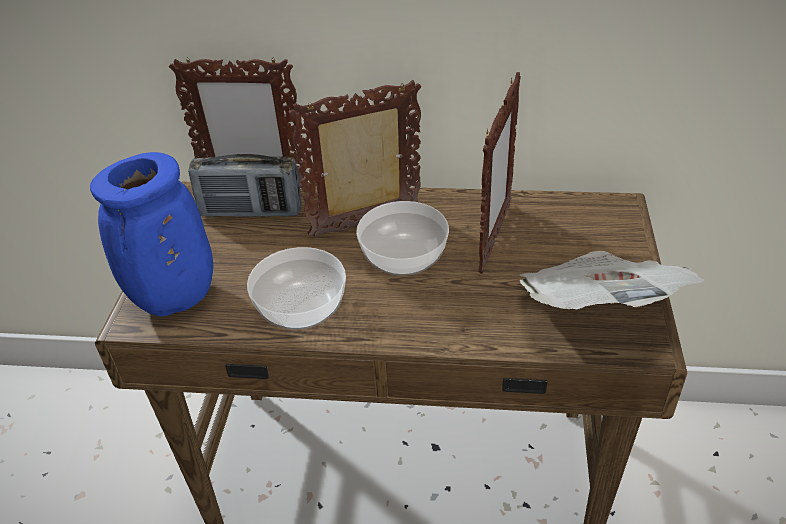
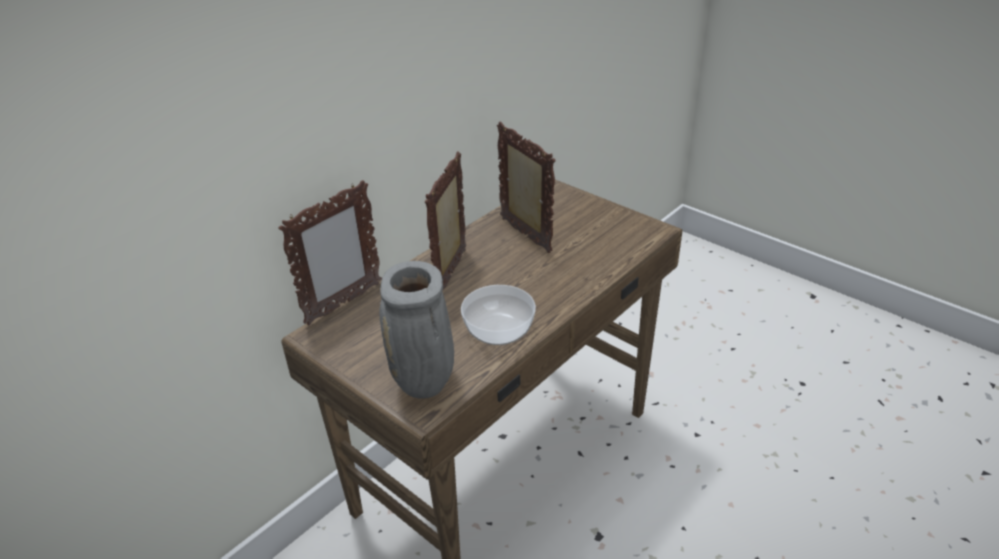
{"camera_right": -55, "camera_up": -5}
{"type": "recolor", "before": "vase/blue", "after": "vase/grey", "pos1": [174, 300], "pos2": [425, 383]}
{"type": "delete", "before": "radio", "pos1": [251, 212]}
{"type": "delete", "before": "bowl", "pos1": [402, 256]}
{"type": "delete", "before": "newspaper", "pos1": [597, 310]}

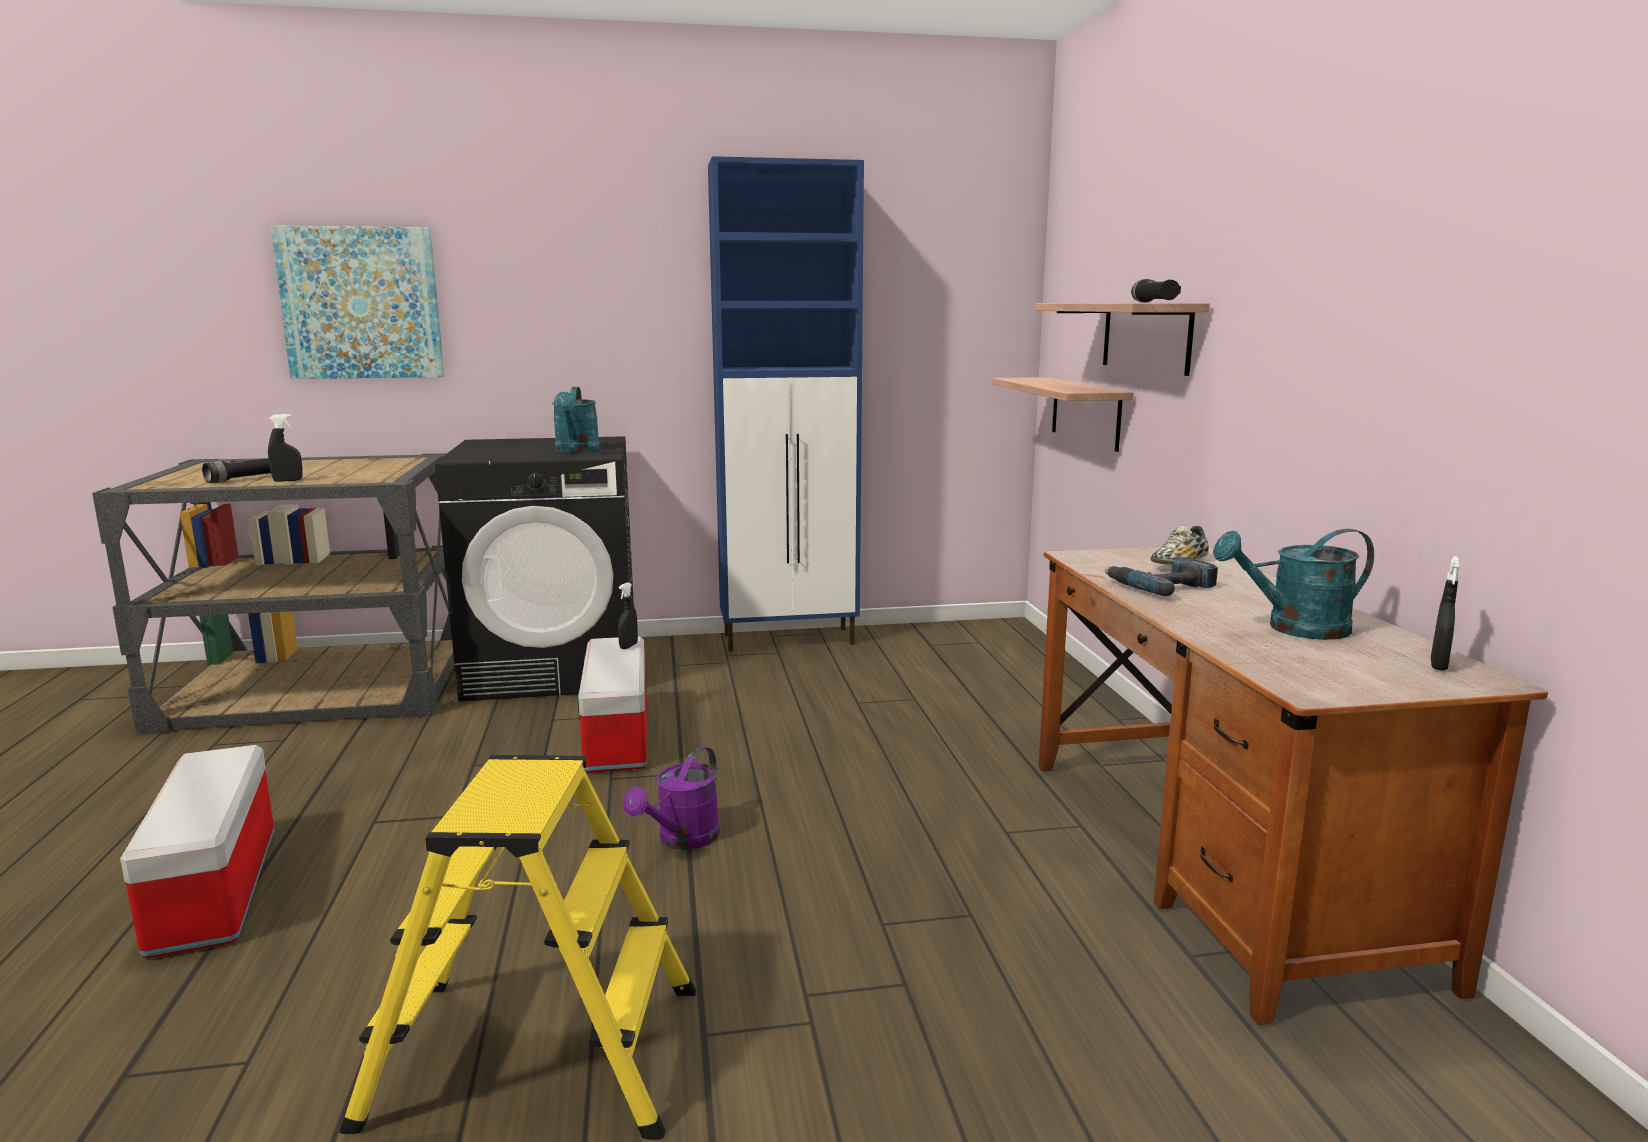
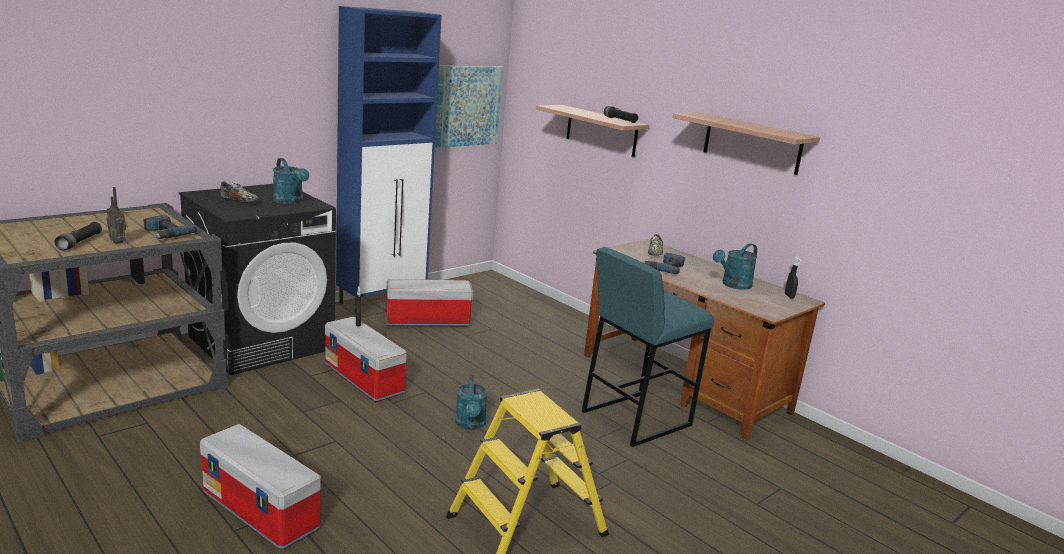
{"camera_right": -35, "camera_up": 5}
{"type": "replace", "before": "spray bottle/black", "after": "radio", "pos1": [287, 480], "pos2": [119, 242]}
{"type": "move", "before": "picture", "pos1": [361, 303], "pos2": [467, 105]}
{"type": "recolor", "before": "watering can/purple", "after": "watering can/turquoise", "pos1": [682, 840], "pos2": [470, 425]}
{"type": "move", "before": "shelf", "pos1": [1085, 412], "pos2": [752, 143]}
{"type": "insert", "after": "power drill", "pos2": [164, 233]}
{"type": "insert", "after": "shoe", "pos2": [239, 201]}
{"type": "insert", "after": "storage box", "pos2": [426, 321]}
{"type": "insert", "after": "stool/turquoise", "pos2": [634, 419]}

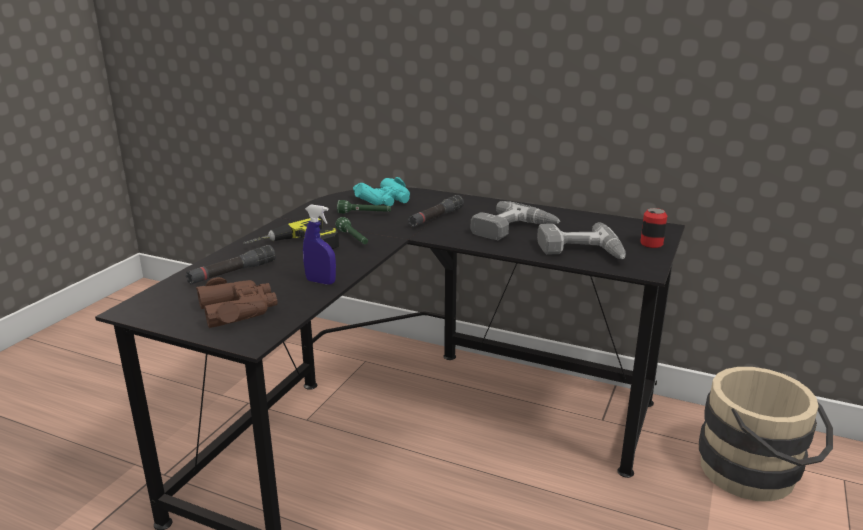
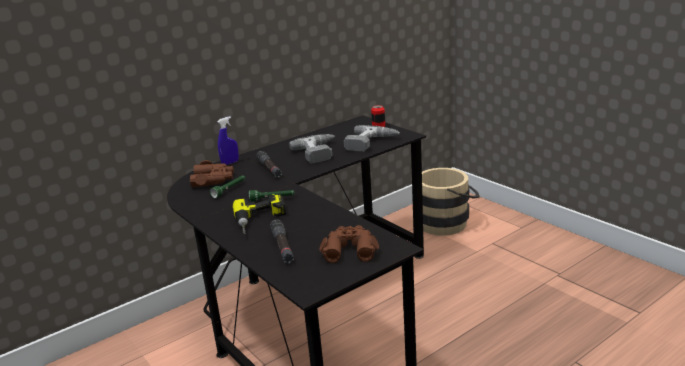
{"camera_right": -60, "camera_up": 0}
{"type": "move", "before": "spray bottle/blue", "pos1": [320, 282], "pos2": [230, 163]}
{"type": "recolor", "before": "binoculars/turquoise", "after": "binoculars/brown", "pos1": [385, 200], "pos2": [213, 179]}

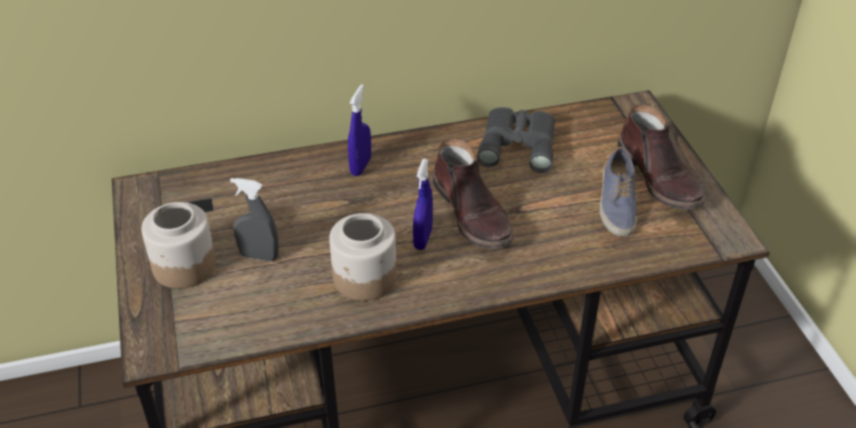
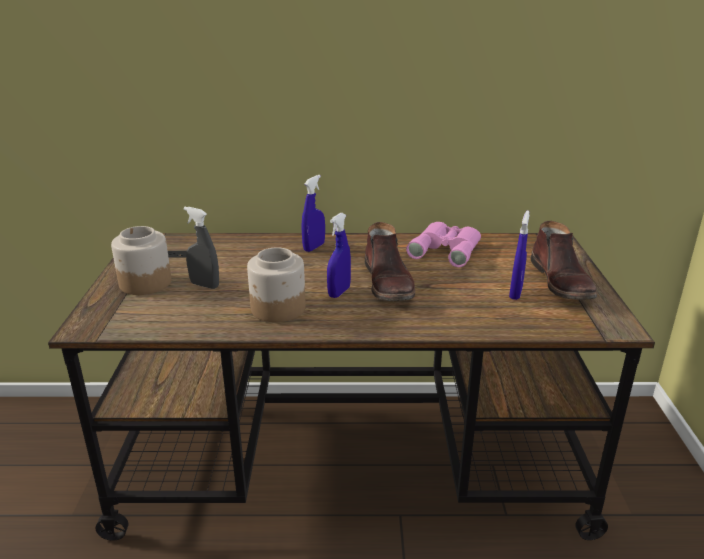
{"camera_right": 15, "camera_up": -15}
{"type": "recolor", "before": "binoculars/grey", "after": "binoculars/pink", "pos1": [518, 143], "pos2": [446, 249]}
{"type": "replace", "before": "shoe", "after": "spray bottle/blue", "pos1": [616, 204], "pos2": [515, 293]}

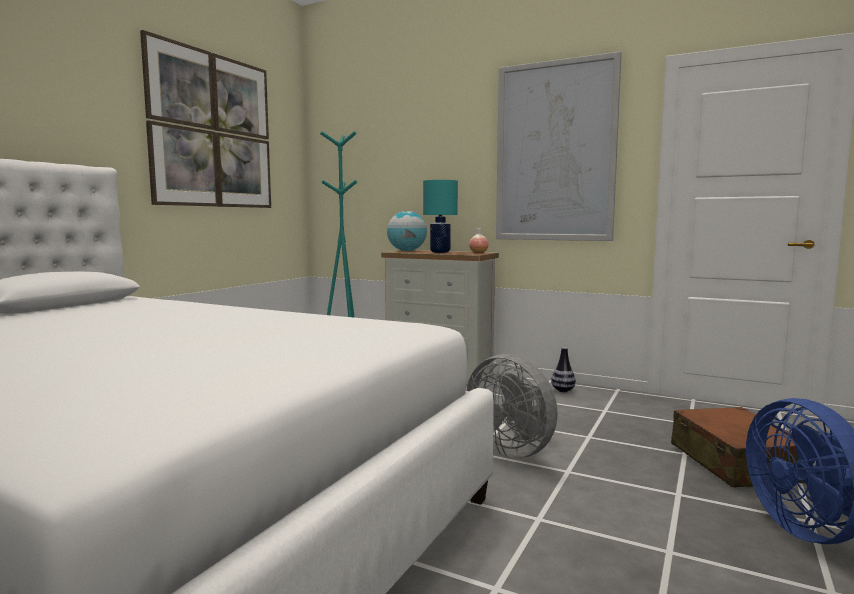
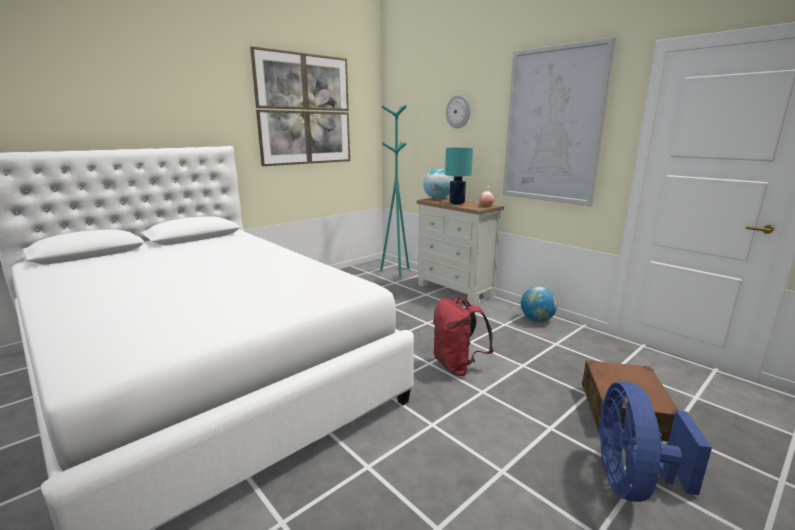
{"camera_right": 20, "camera_up": 10}
{"type": "replace", "before": "fan/grey", "after": "backpack/red", "pos1": [513, 450], "pos2": [457, 366]}
{"type": "replace", "before": "vase", "after": "globe", "pos1": [563, 390], "pos2": [537, 320]}
{"type": "insert", "after": "wall clock", "pos2": [458, 112]}

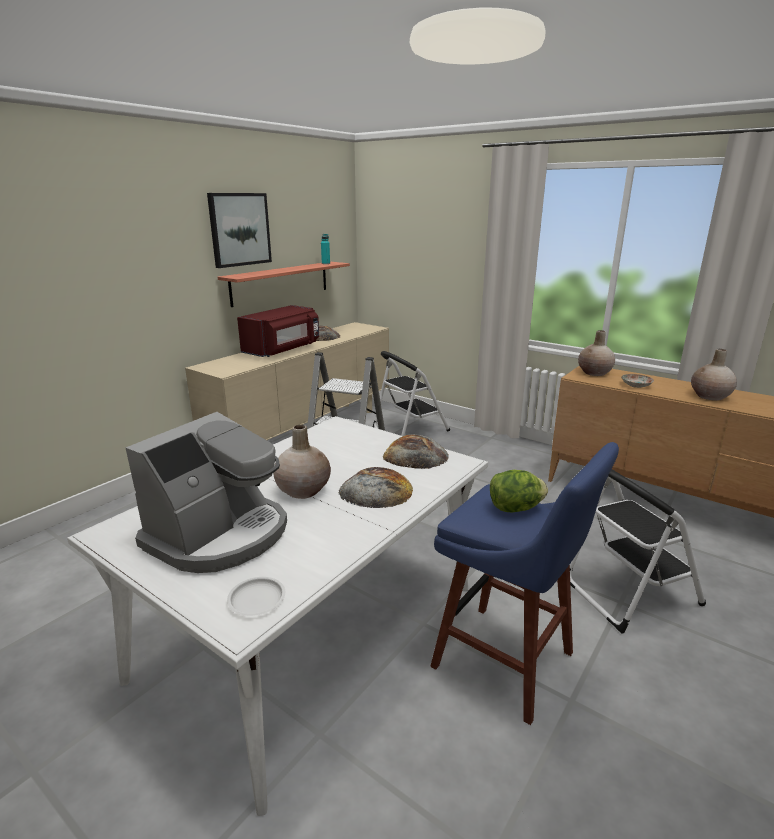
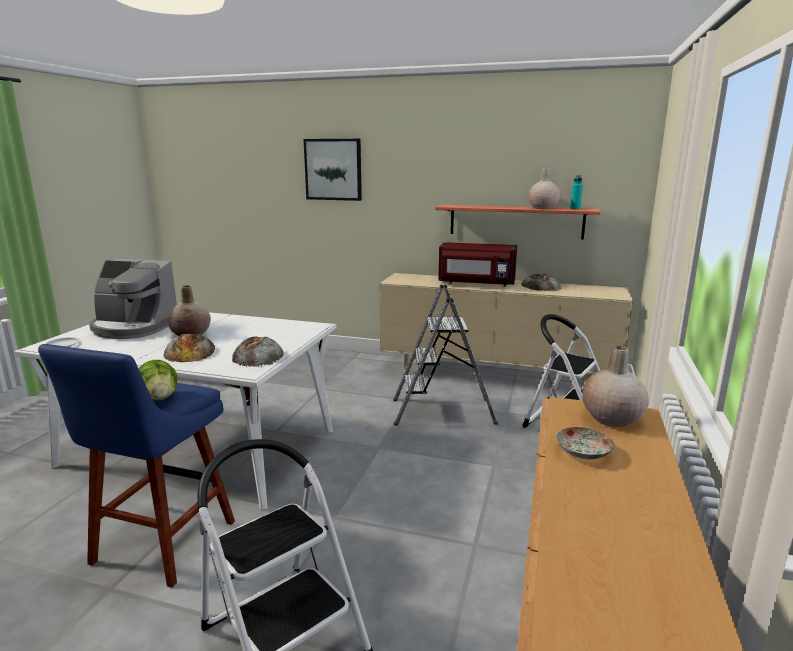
{"camera_right": 70, "camera_up": -5}
{"type": "move", "before": "picture", "pos1": [239, 229], "pos2": [333, 169]}
{"type": "move", "before": "vase/beige", "pos1": [710, 396], "pos2": [543, 208]}

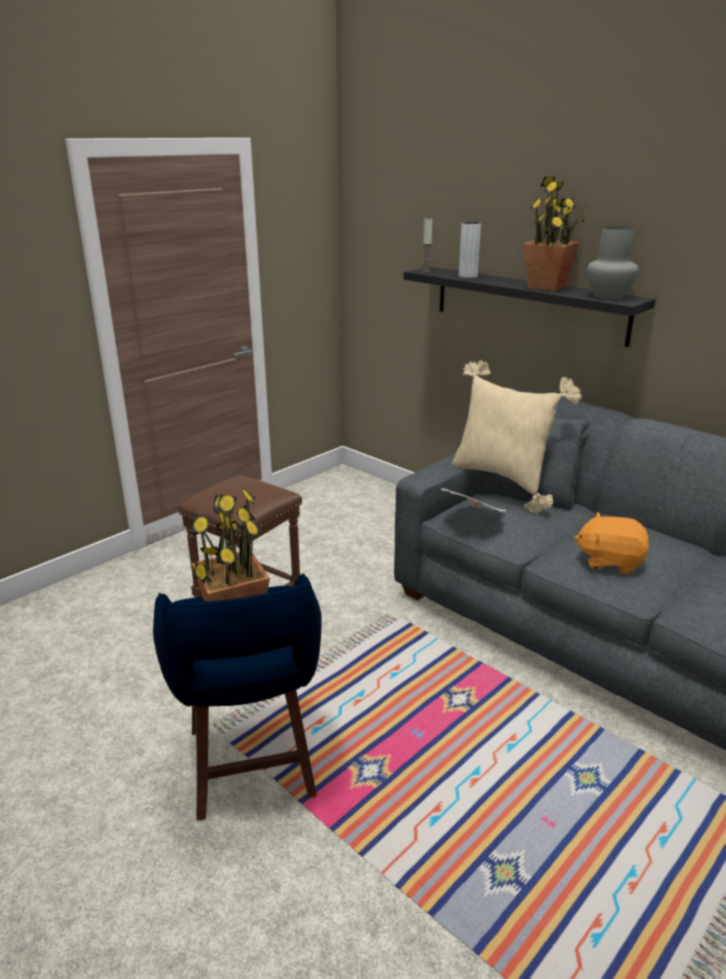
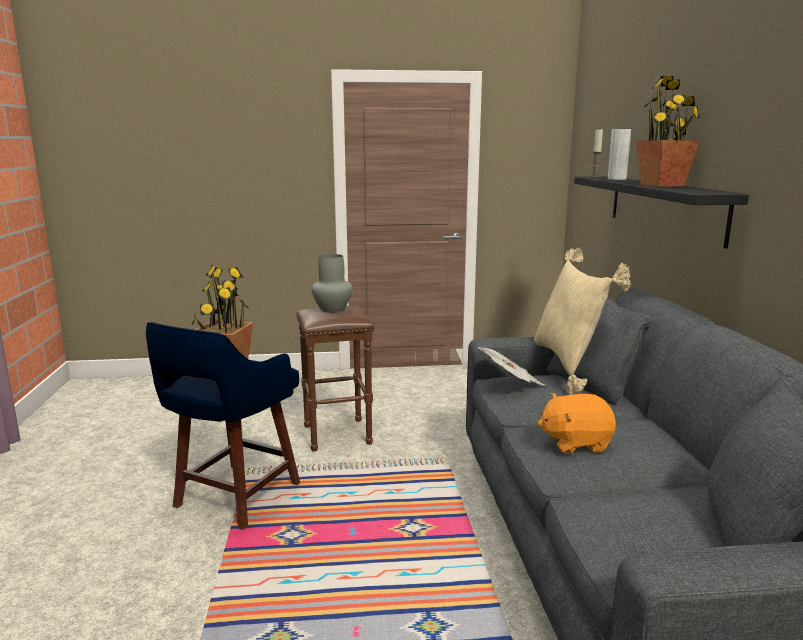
{"camera_right": 40, "camera_up": -10}
{"type": "rotate", "before": "plush toy/orange", "pos1": [610, 561], "pos2": [575, 443], "turn": -60}
{"type": "move", "before": "vase/grey", "pos1": [609, 296], "pos2": [332, 309]}

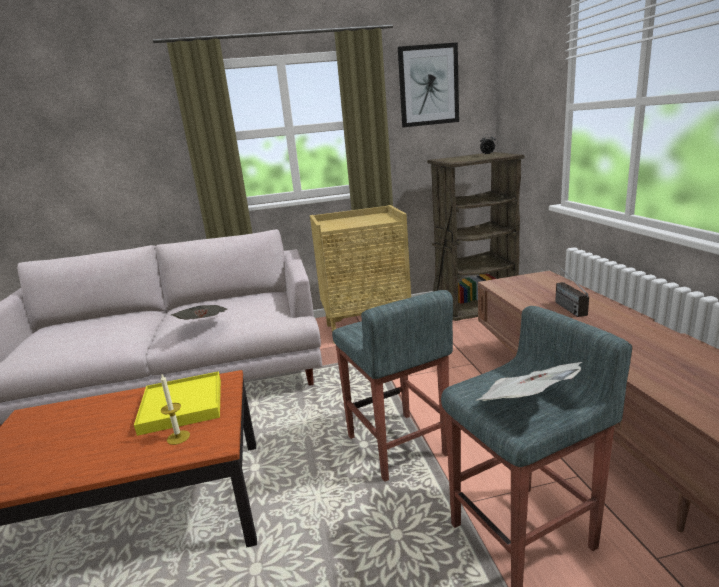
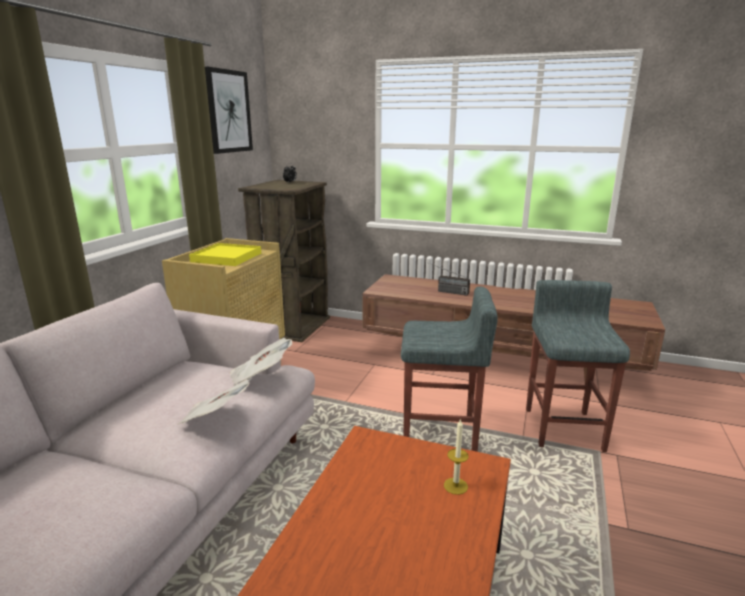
{"camera_right": -60, "camera_up": 0}
{"type": "move", "before": "tray/yellow", "pos1": [182, 406], "pos2": [226, 257]}
{"type": "move", "before": "newspaper", "pos1": [525, 404], "pos2": [260, 376]}

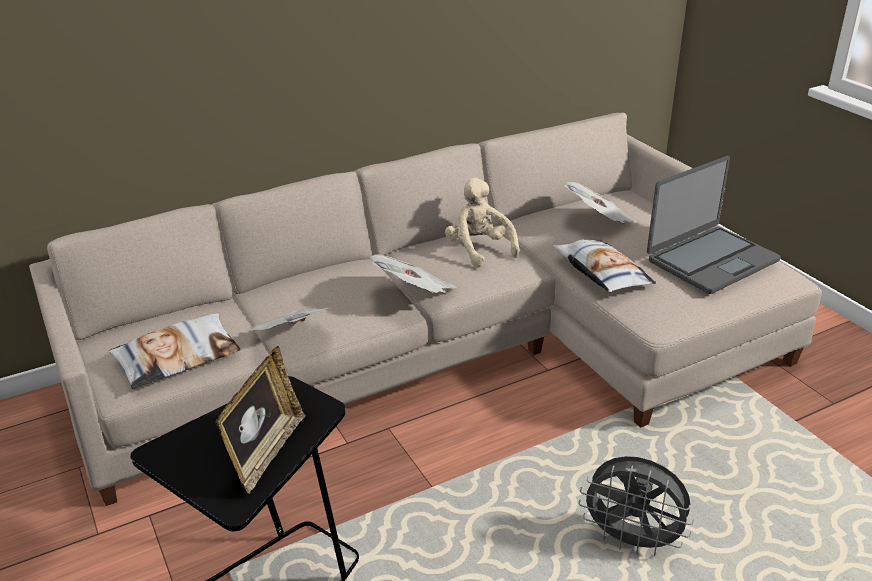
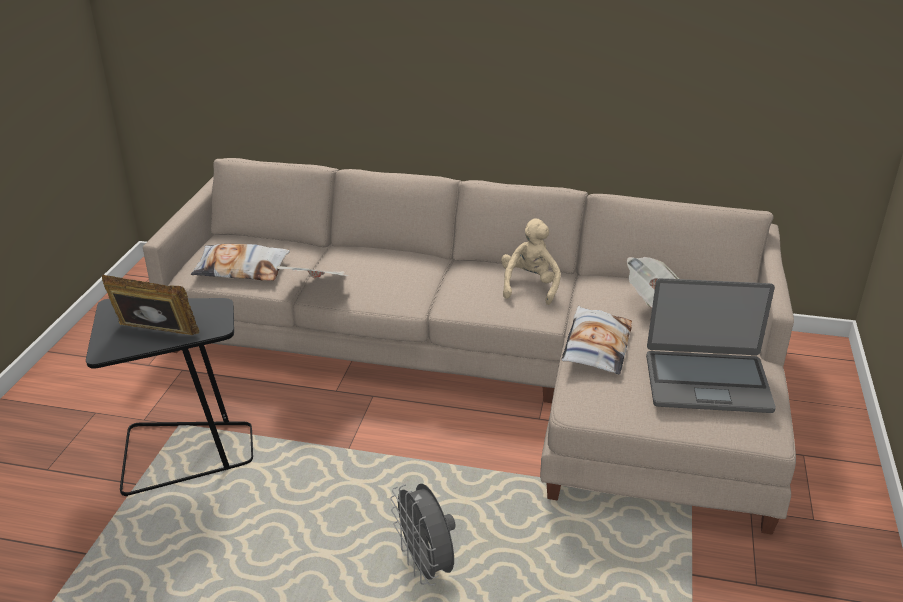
{"camera_right": 40, "camera_up": 0}
{"type": "rotate", "before": "picture frame", "pos1": [266, 452], "pos2": [155, 335], "turn": -135}
{"type": "delete", "before": "newspaper", "pos1": [414, 293]}

